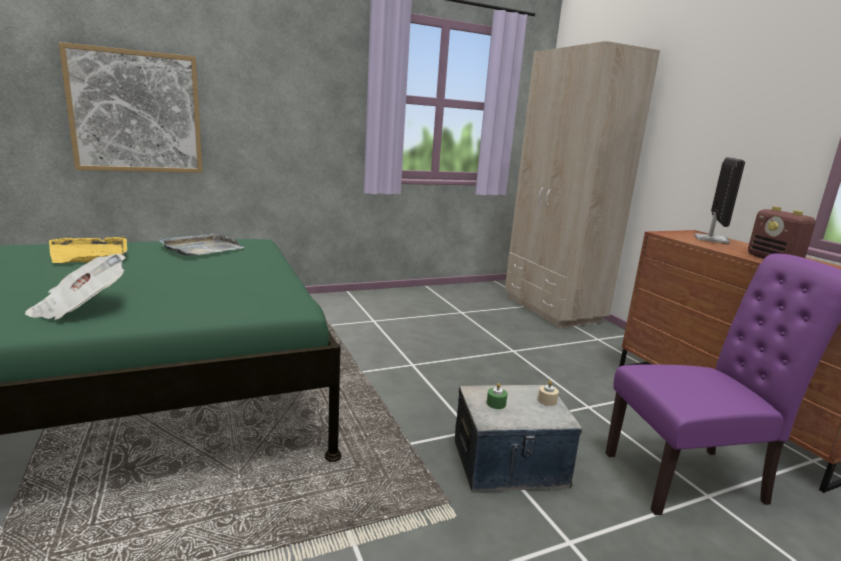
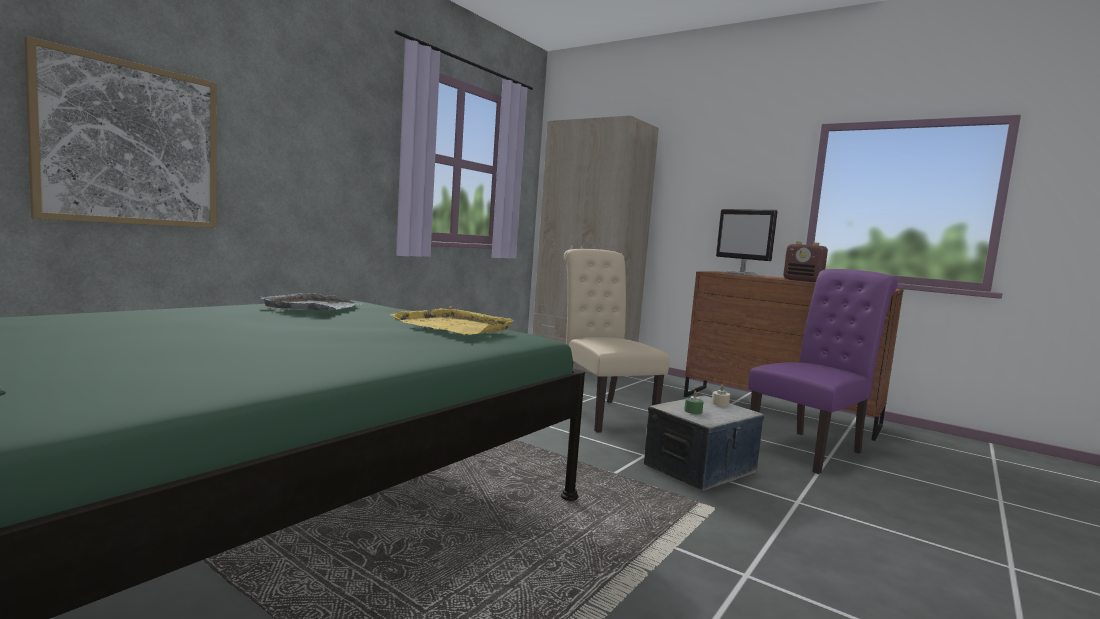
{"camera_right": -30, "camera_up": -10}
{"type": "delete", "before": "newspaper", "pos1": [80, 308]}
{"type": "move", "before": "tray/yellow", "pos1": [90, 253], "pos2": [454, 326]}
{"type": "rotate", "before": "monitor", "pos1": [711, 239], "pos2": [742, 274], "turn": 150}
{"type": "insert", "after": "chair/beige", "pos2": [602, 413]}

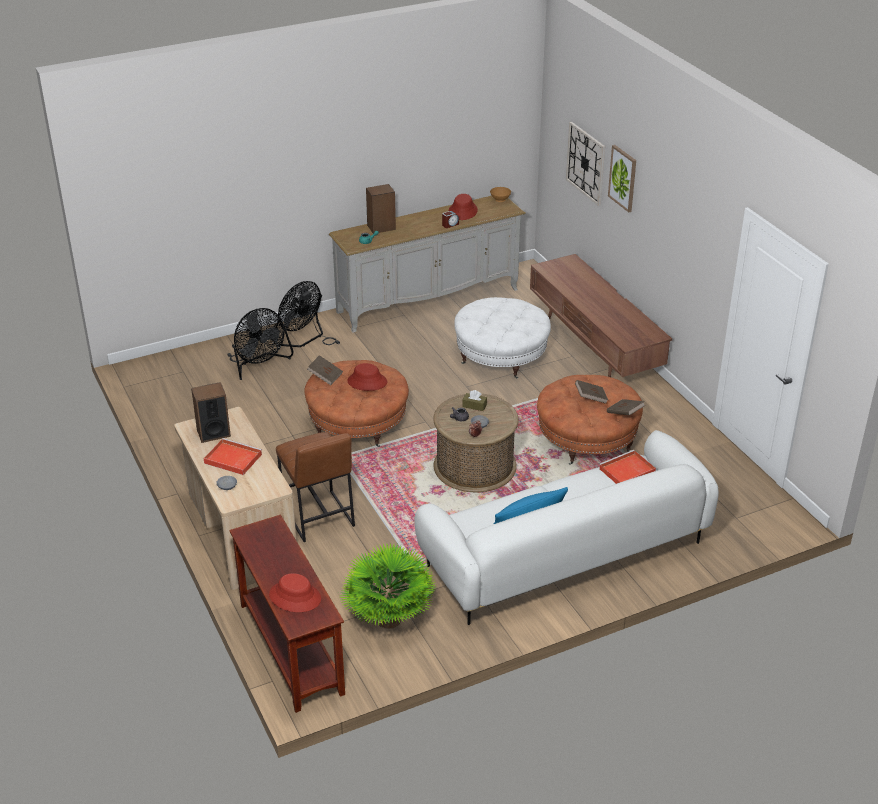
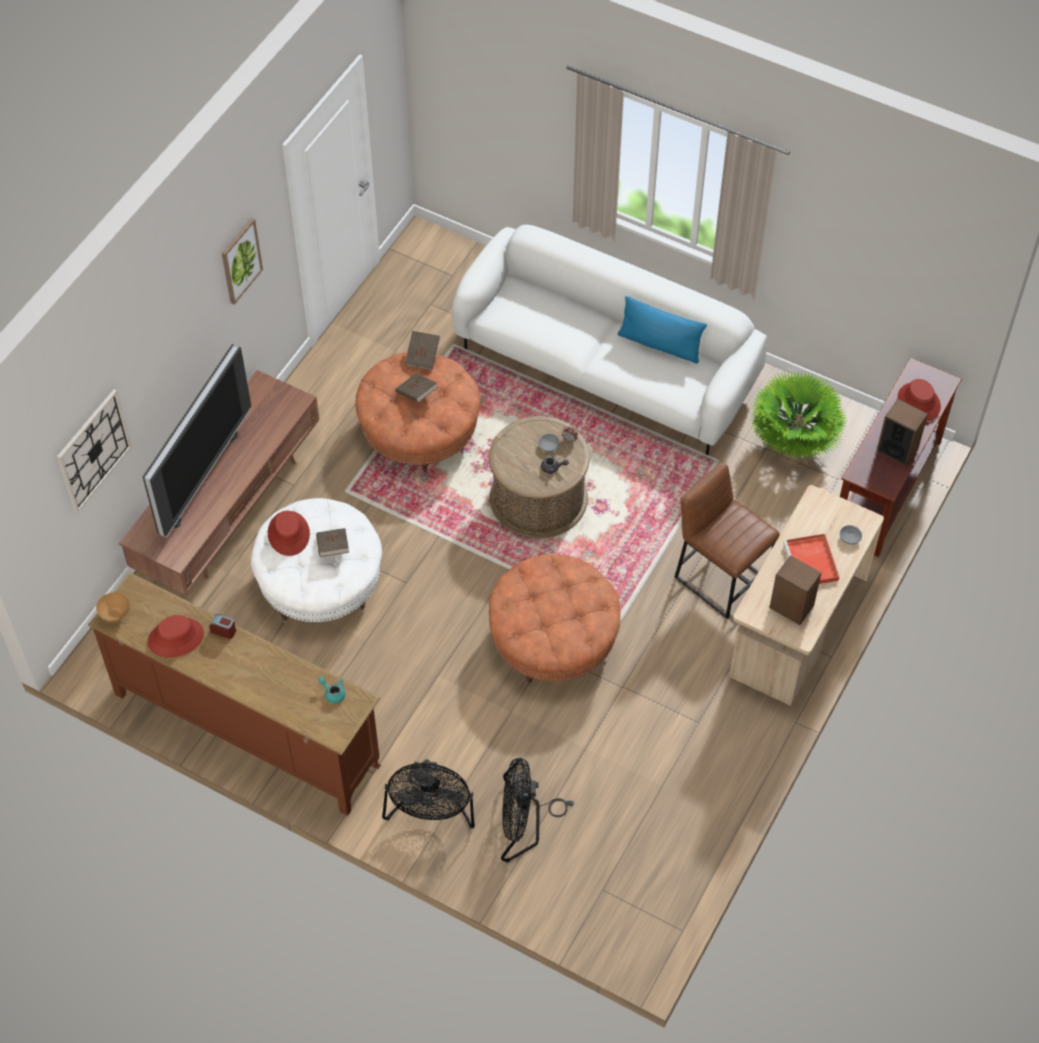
{"camera_right": -125, "camera_up": 20}
{"type": "rotate", "before": "fan/black", "pos1": [257, 364], "pos2": [525, 820], "turn": -105}
{"type": "rotate", "before": "chair/brown", "pos1": [318, 517], "pos2": [720, 577], "turn": -75}
{"type": "move", "before": "book/brown", "pos1": [325, 376], "pos2": [333, 548]}
{"type": "recolor", "before": "cabinet/grey", "after": "cabinet/brown", "pos1": [429, 301], "pos2": [247, 728]}
{"type": "move", "before": "hat/red", "pos1": [367, 382], "pos2": [289, 533]}
{"type": "move", "before": "speaker", "pos1": [381, 227], "pos2": [897, 450]}
{"type": "delete", "before": "tissue box/brown", "pos1": [474, 406]}
{"type": "delete", "before": "tray/red", "pos1": [626, 471]}
{"type": "move", "before": "picture", "pos1": [623, 178], "pos2": [240, 260]}
{"type": "insert", "after": "television", "pos2": [199, 476]}

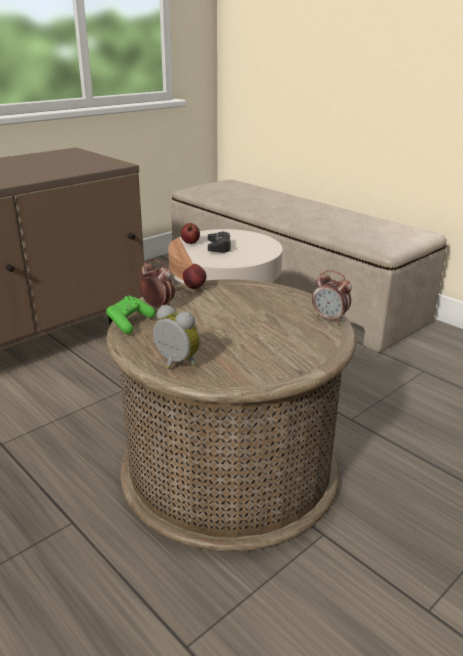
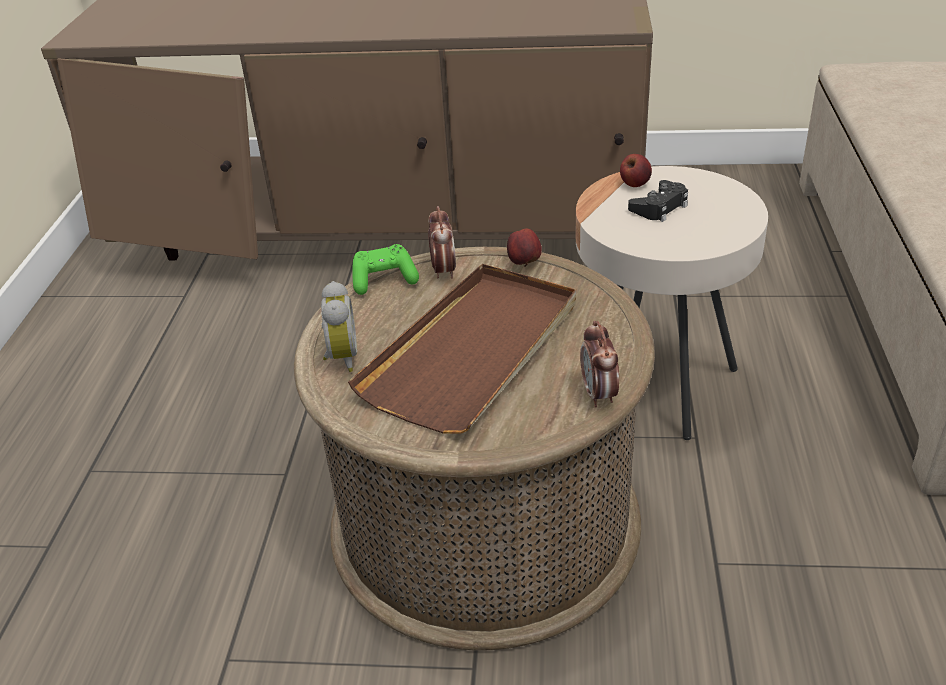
{"camera_right": 50, "camera_up": 10}
{"type": "insert", "after": "tray/brown", "pos2": [474, 351]}

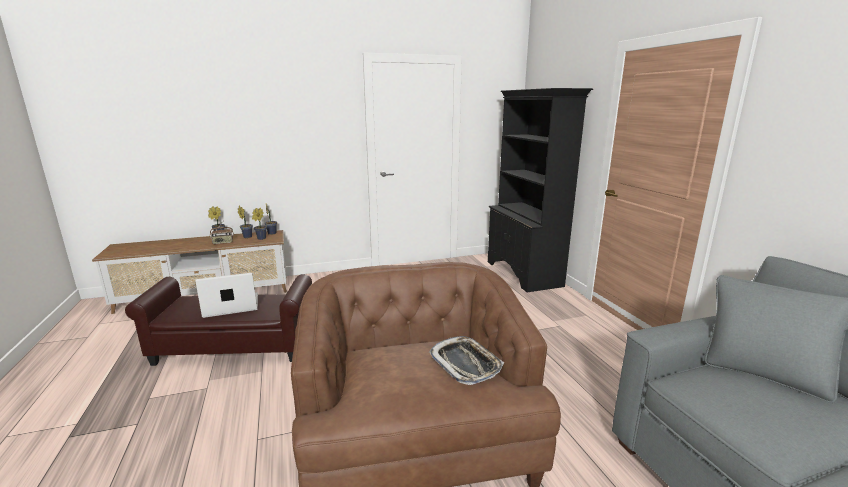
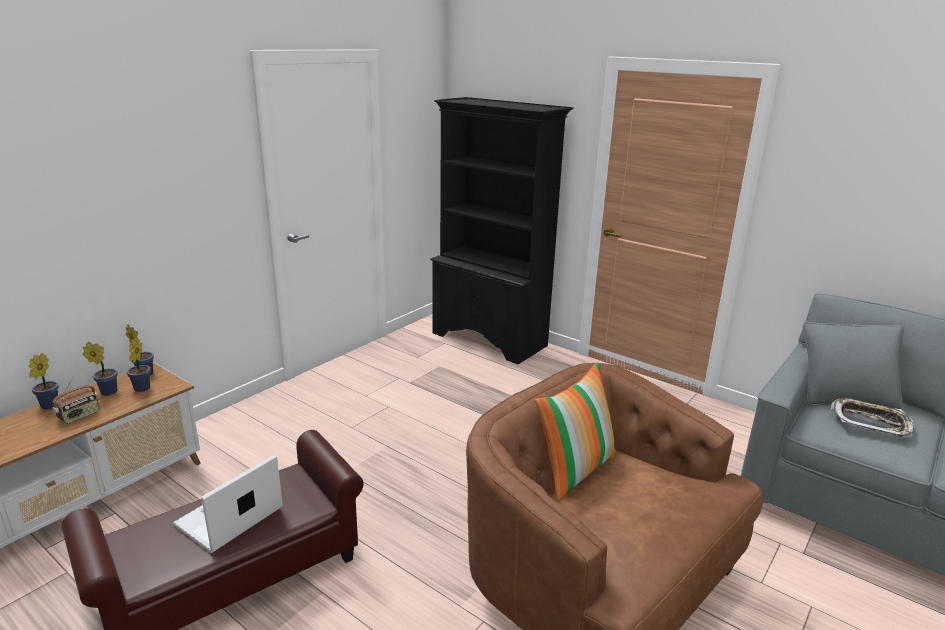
{"camera_right": -35, "camera_up": 5}
{"type": "move", "before": "tray", "pos1": [465, 364], "pos2": [871, 422]}
{"type": "insert", "after": "pillow", "pos2": [575, 469]}

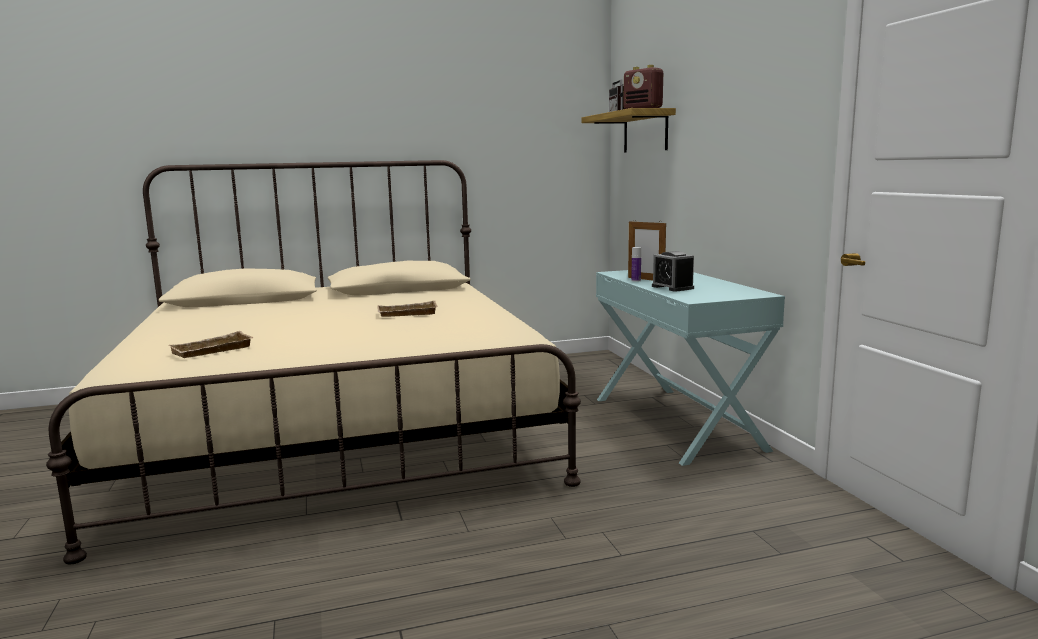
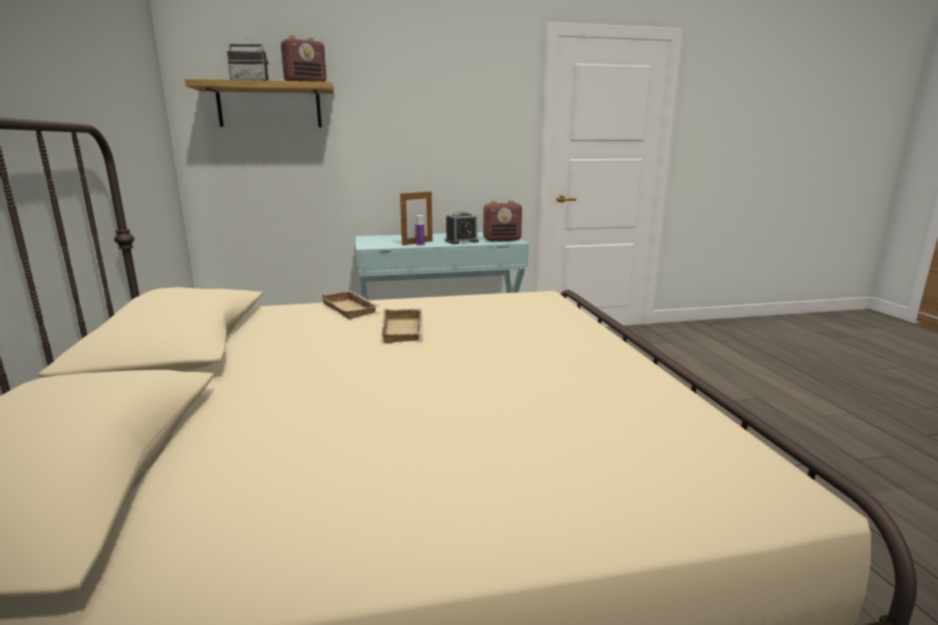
{"camera_right": -85, "camera_up": 5}
{"type": "move", "before": "tray/beige", "pos1": [212, 351], "pos2": [351, 309]}
{"type": "insert", "after": "radio", "pos2": [502, 240]}

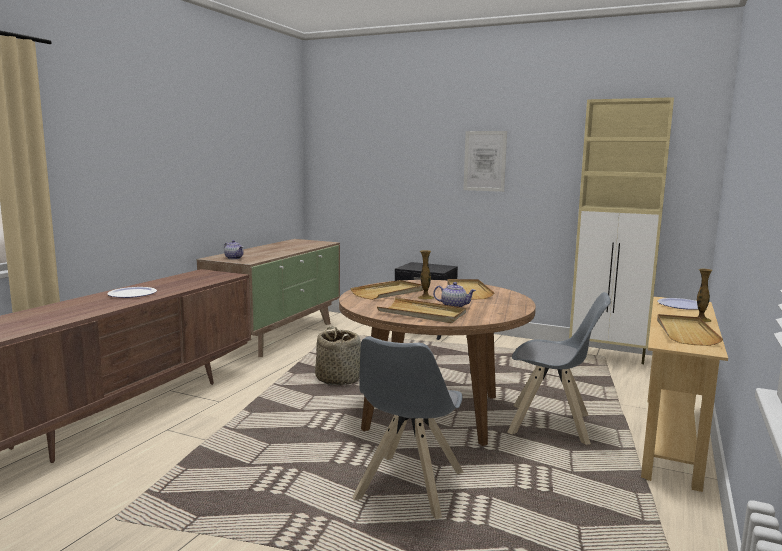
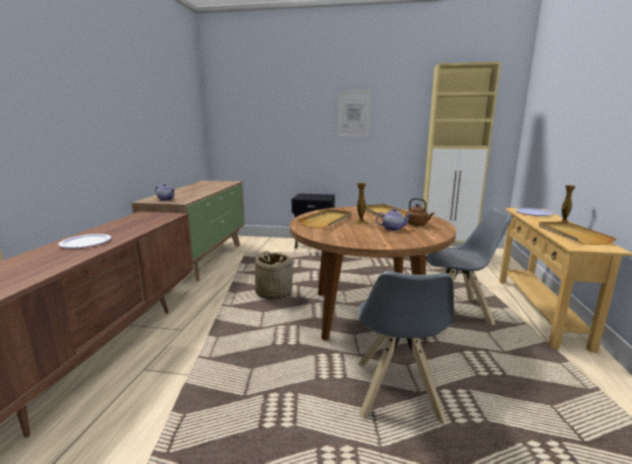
{"camera_right": -15, "camera_up": 5}
{"type": "delete", "before": "tray/beige", "pos1": [422, 314]}
{"type": "insert", "after": "kettle/brown", "pos2": [417, 224]}

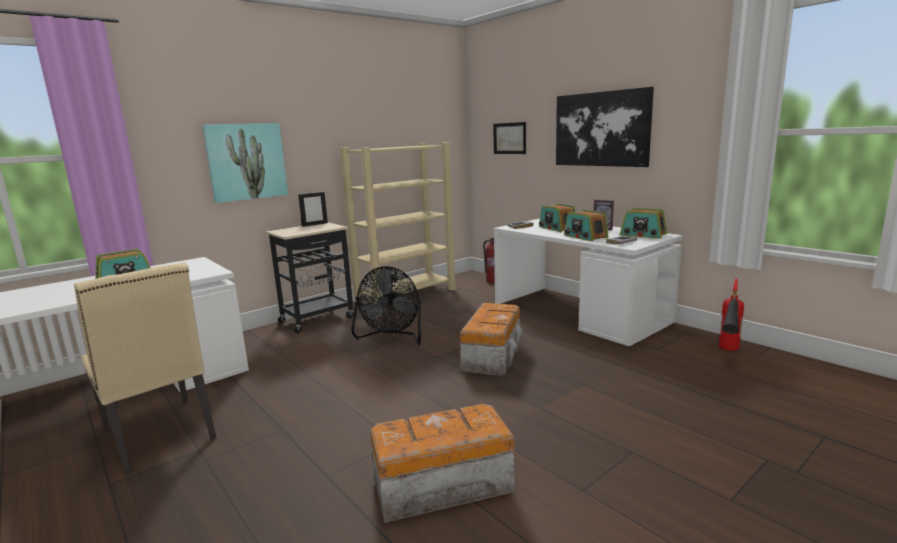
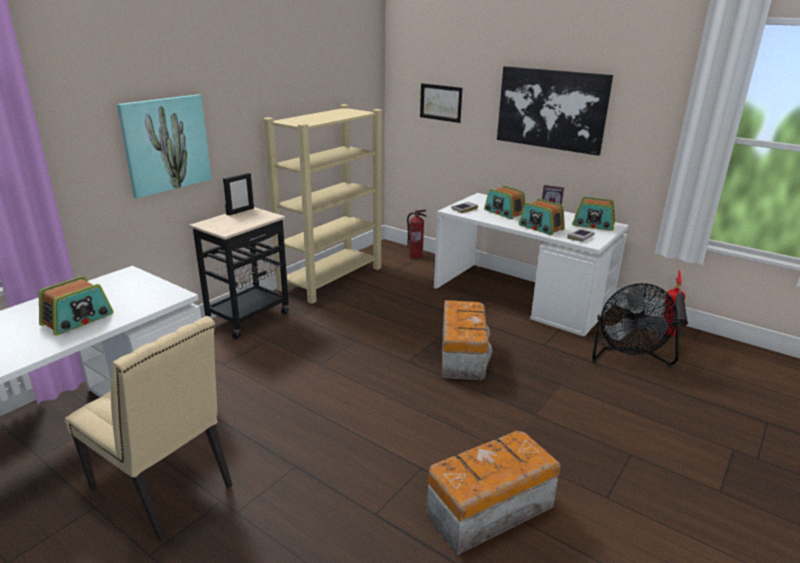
{"camera_right": -15, "camera_up": 10}
{"type": "move", "before": "fan/black", "pos1": [391, 337], "pos2": [624, 355]}

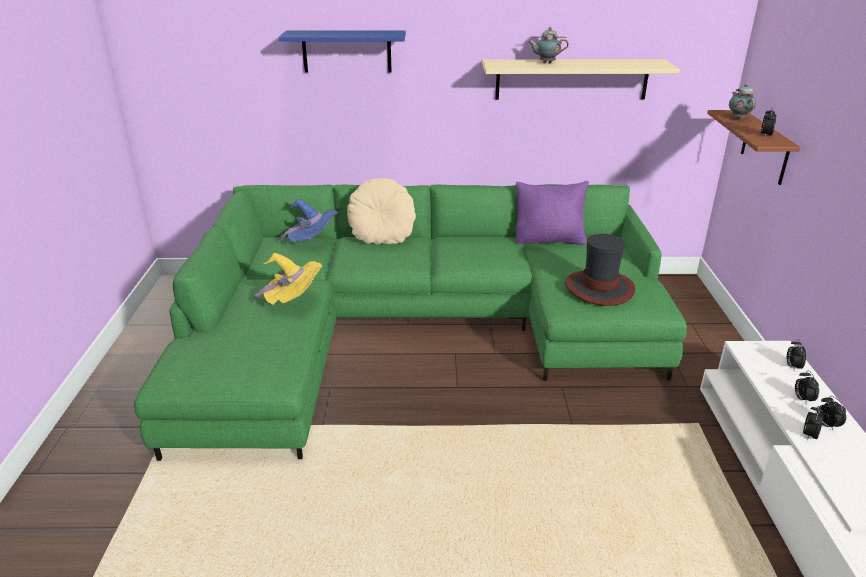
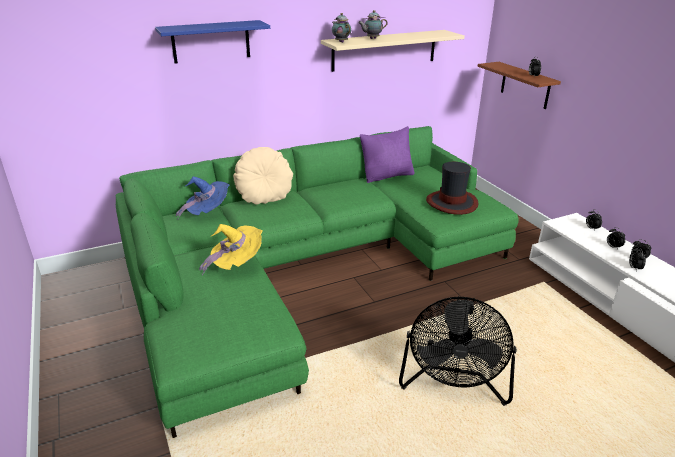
{"camera_right": -25, "camera_up": 0}
{"type": "move", "before": "teapot", "pos1": [738, 118], "pos2": [341, 42]}
{"type": "insert", "after": "fan/black", "pos2": [449, 381]}

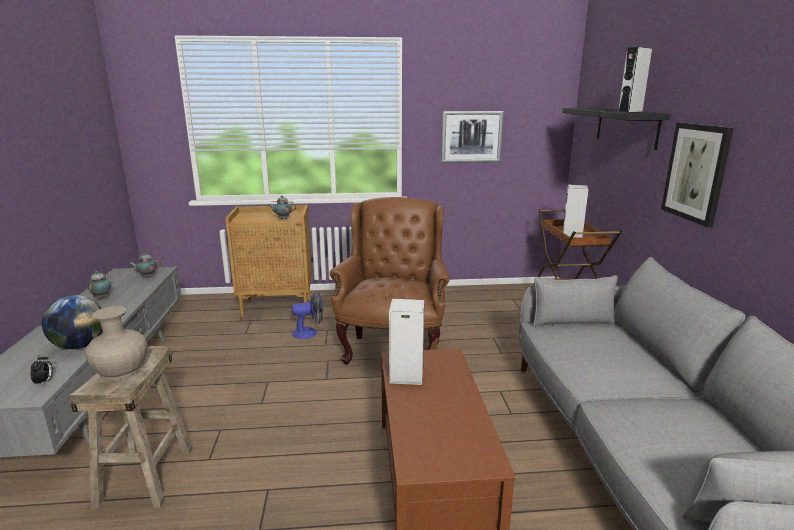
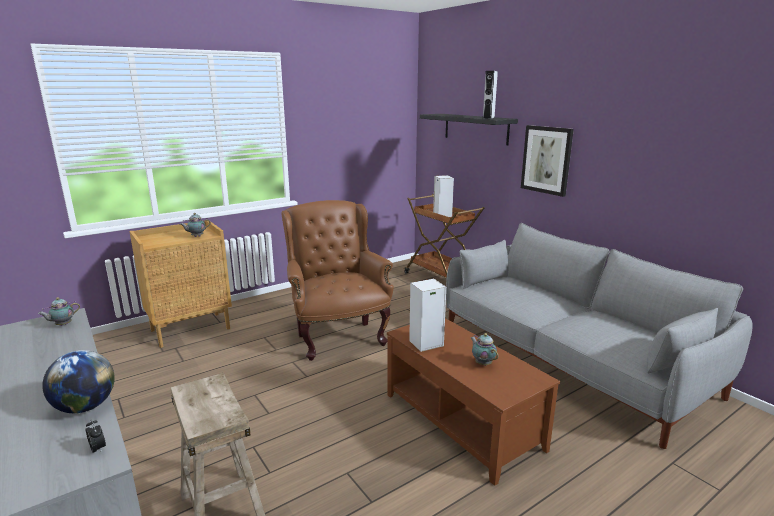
{"camera_right": -30, "camera_up": 0}
{"type": "delete", "before": "vase/beige", "pos1": [121, 370]}
{"type": "move", "before": "teapot", "pos1": [102, 297], "pos2": [482, 363]}
{"type": "delete", "before": "fan", "pos1": [309, 332]}
{"type": "delete", "before": "picture", "pos1": [471, 137]}

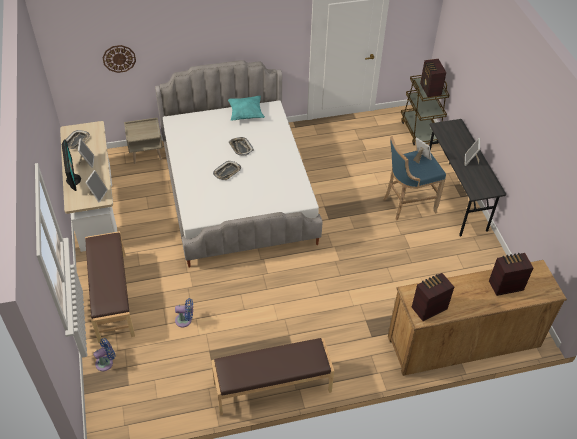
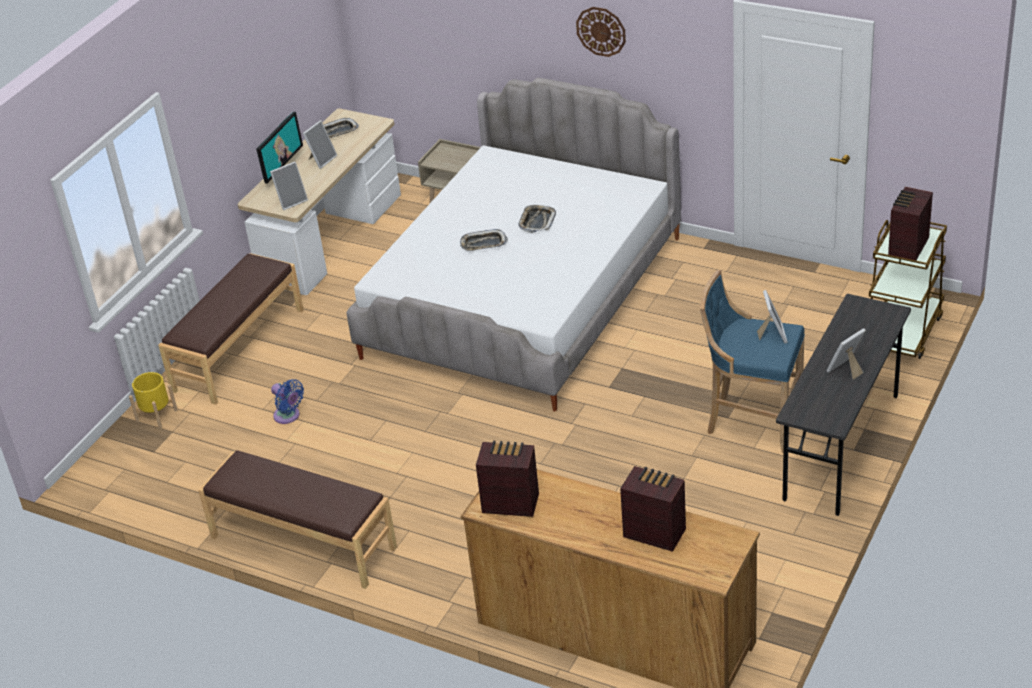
{"camera_right": 45, "camera_up": -10}
{"type": "replace", "before": "fan/blue", "after": "planter/yellow", "pos1": [106, 362], "pos2": [156, 415]}
{"type": "move", "before": "wall clock", "pos1": [119, 58], "pos2": [601, 31]}
{"type": "delete", "before": "pillow/turquoise", "pos1": [246, 114]}

